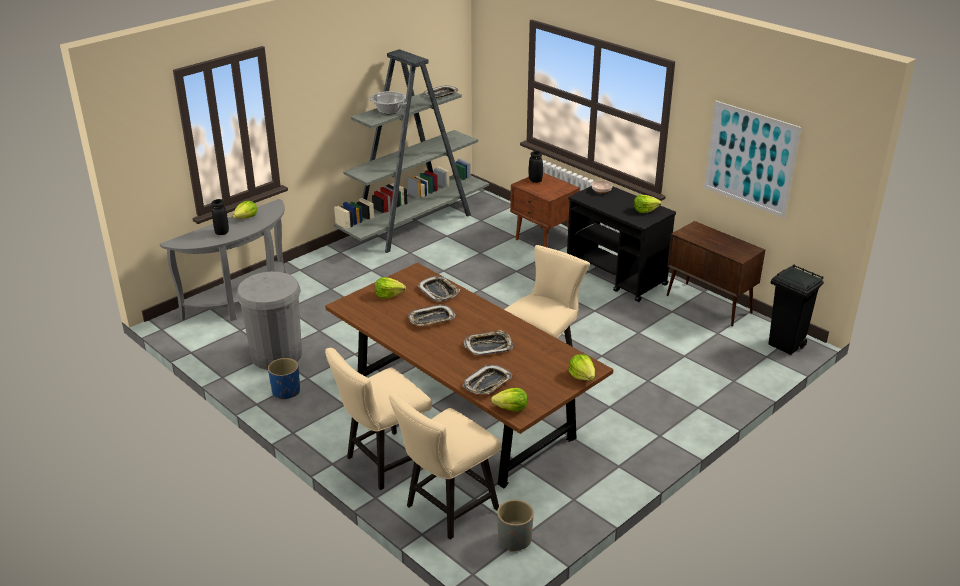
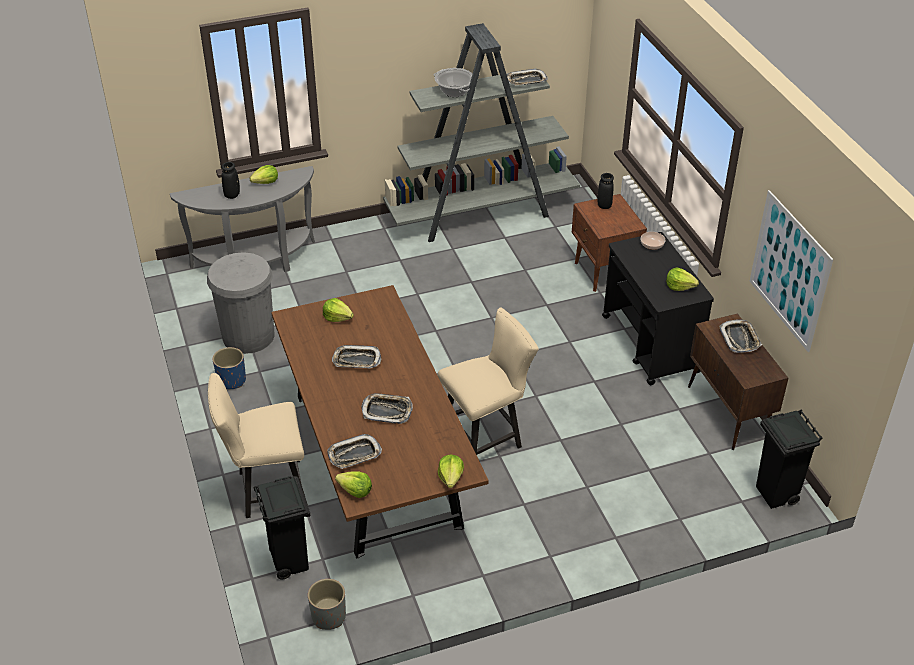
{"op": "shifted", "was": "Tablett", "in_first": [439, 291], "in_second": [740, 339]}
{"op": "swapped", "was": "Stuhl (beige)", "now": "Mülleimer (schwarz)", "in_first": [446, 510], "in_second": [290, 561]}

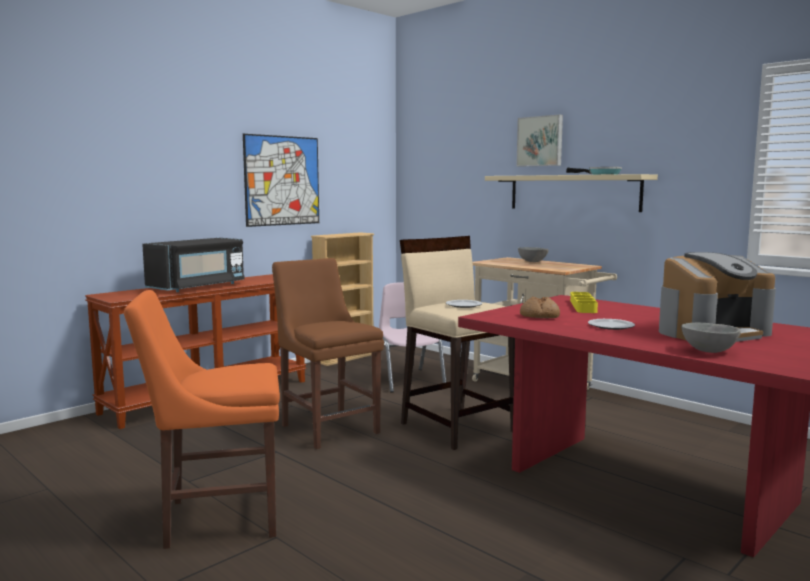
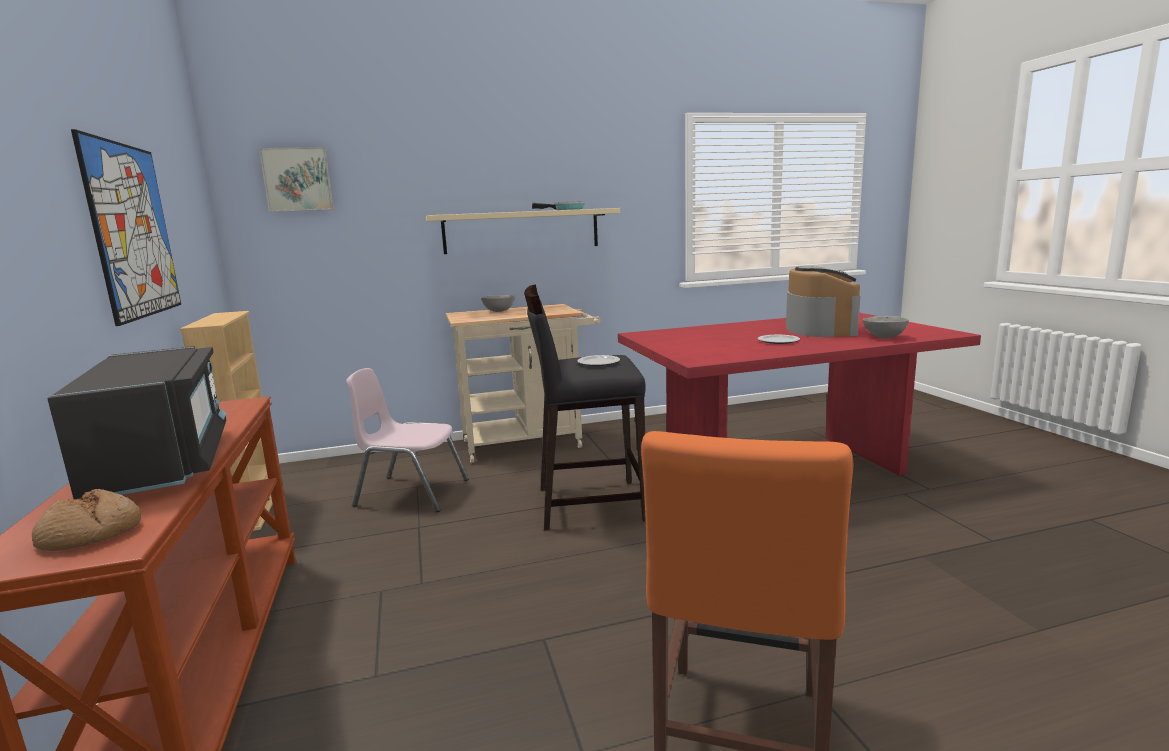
{"op": "shifted", "was": "Bild", "in_first": [540, 141], "in_second": [298, 180]}
{"op": "repainted", "was": "Hocker (beige)", "now": "Hocker (schwarz)", "in_first": [457, 427], "in_second": [589, 503]}
{"op": "gone", "was": "Stuhl (braun)", "in_first": [328, 427]}
{"op": "gone", "was": "Tablett (gelb)", "in_first": [583, 306]}
{"op": "shifted", "was": "Brot", "in_first": [539, 316], "in_second": [91, 535]}

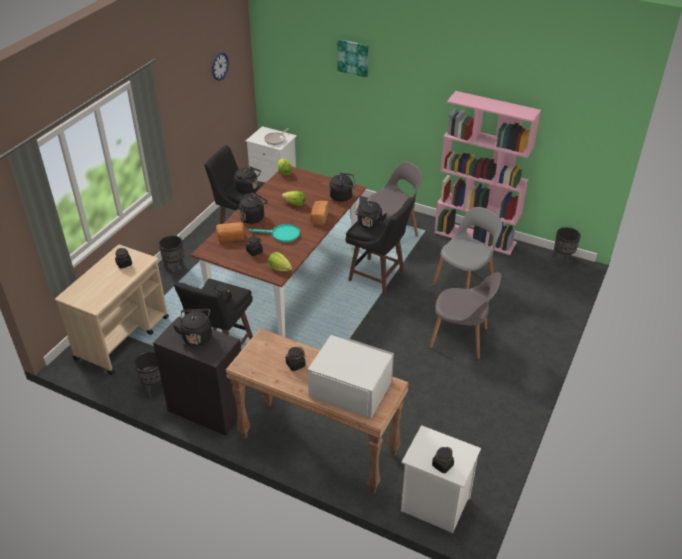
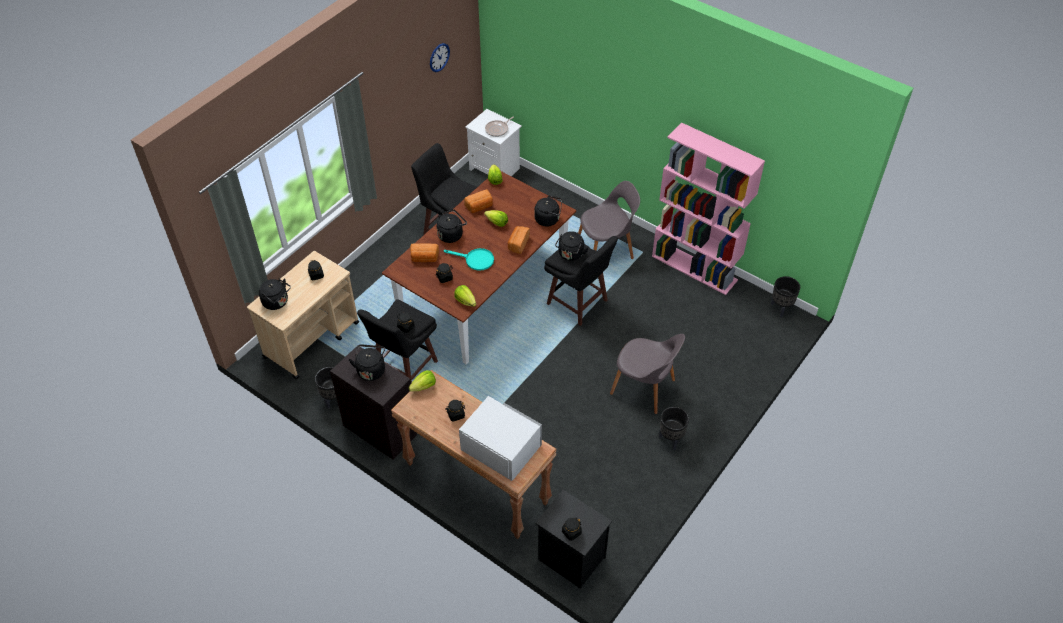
{"op": "gone", "was": "Bild", "in_first": [353, 57]}
{"op": "shifted", "was": "Wasserkessel (schwarz)", "in_first": [248, 189], "in_second": [277, 302]}
{"op": "gone", "was": "Stuhl (grau)", "in_first": [464, 283]}
{"op": "shifted", "was": "Pflanzkübel (schwarz)", "in_first": [175, 268], "in_second": [670, 439]}
{"op": "repainted", "was": "Nachttisch (weiß)", "now": "Nachttisch (schwarz)", "in_first": [433, 504], "in_second": [570, 558]}
{"op": "new", "now": "Brot", "in_second": [479, 207]}
{"op": "new", "now": "Salatkopf", "in_second": [424, 387]}

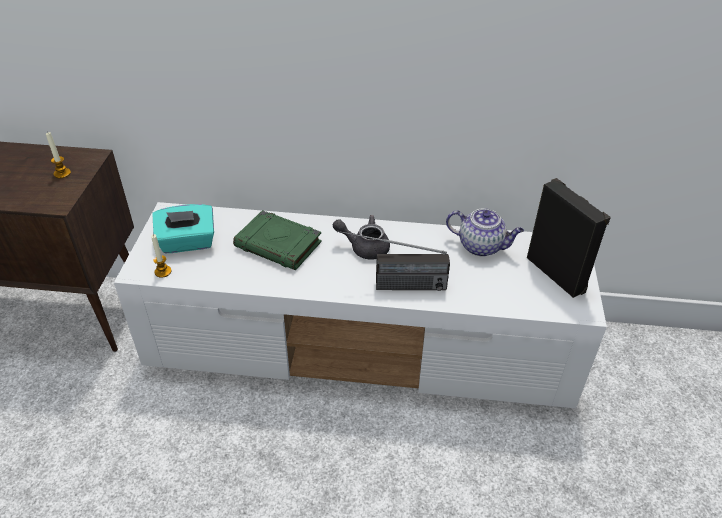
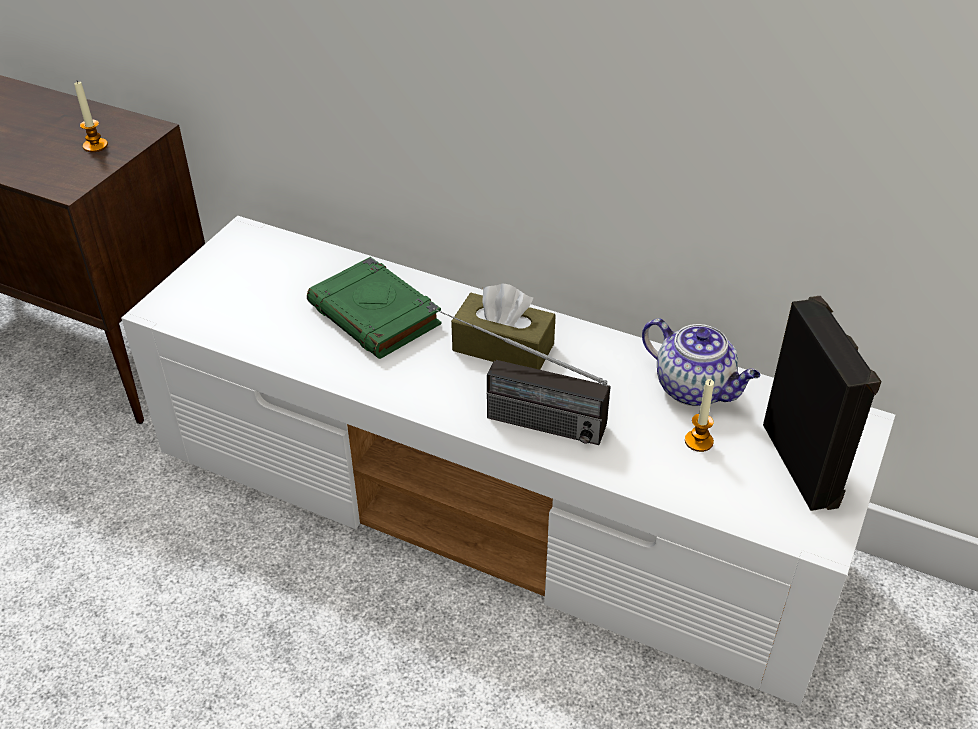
{"op": "gone", "was": "Taschentuchbox (türkis)", "in_first": [187, 243]}
{"op": "swapped", "was": "Teekanne (grau)", "now": "Taschentuchbox (braun)", "in_first": [364, 247], "in_second": [503, 347]}
{"op": "shifted", "was": "Kerze", "in_first": [163, 272], "in_second": [698, 441]}

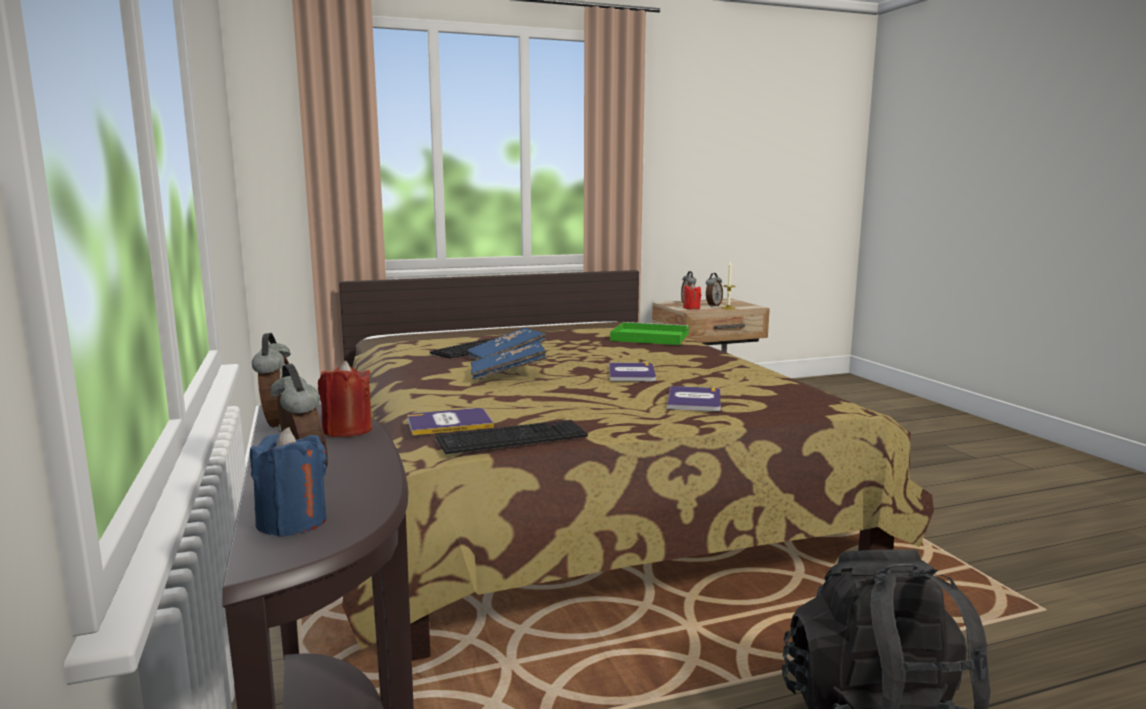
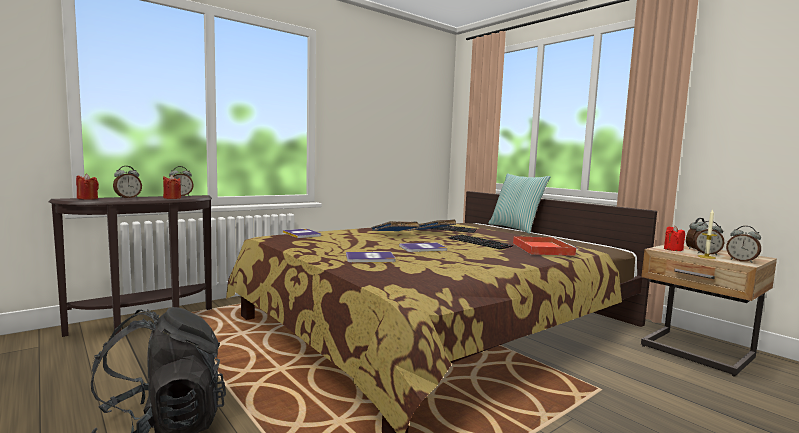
{"op": "repainted", "was": "Tablett (grün)", "now": "Tablett (rot)", "in_first": [648, 337], "in_second": [541, 248]}
{"op": "shifted", "was": "Tastatur", "in_first": [513, 437], "in_second": [480, 242]}
{"op": "repainted", "was": "Kerze (blau)", "now": "Kerze (rot)", "in_first": [292, 522], "in_second": [87, 198]}
{"op": "new", "now": "Kissen", "in_second": [515, 228]}
{"op": "new", "now": "Wecker", "in_second": [741, 261]}

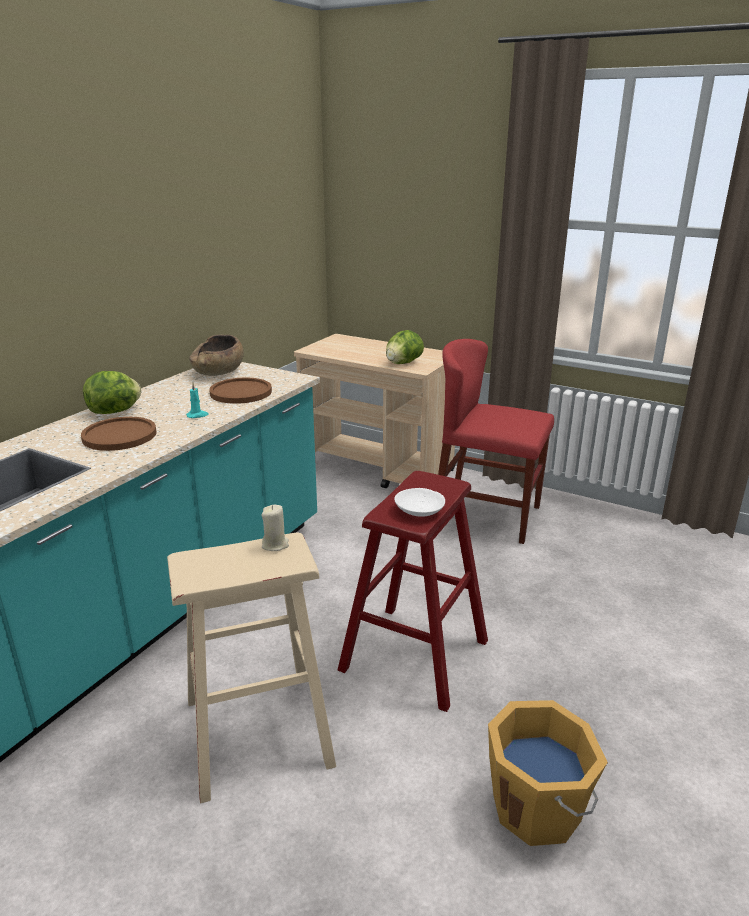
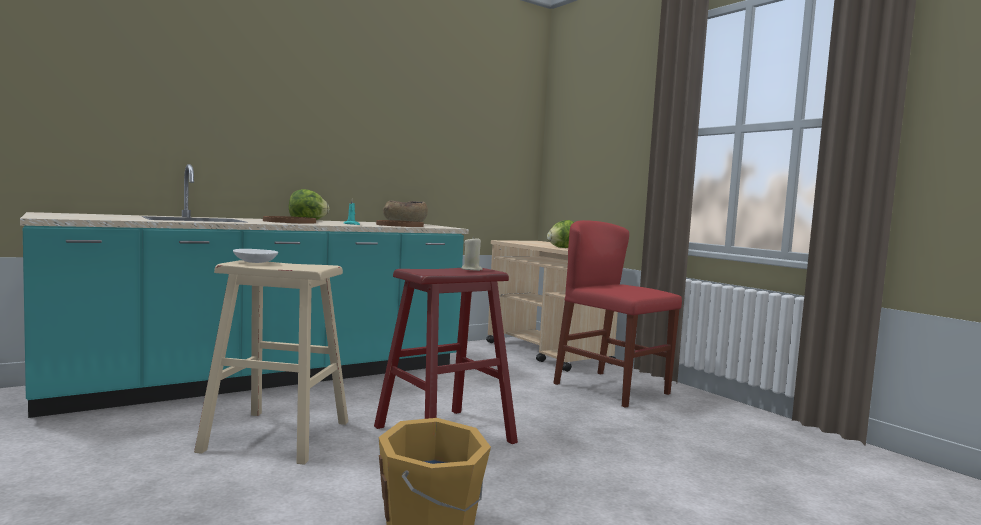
{"op": "shifted", "was": "Schüssel (weiß)", "in_first": [420, 510], "in_second": [256, 262]}
{"op": "shifted", "was": "Kerze (beige)", "in_first": [275, 545], "in_second": [471, 269]}

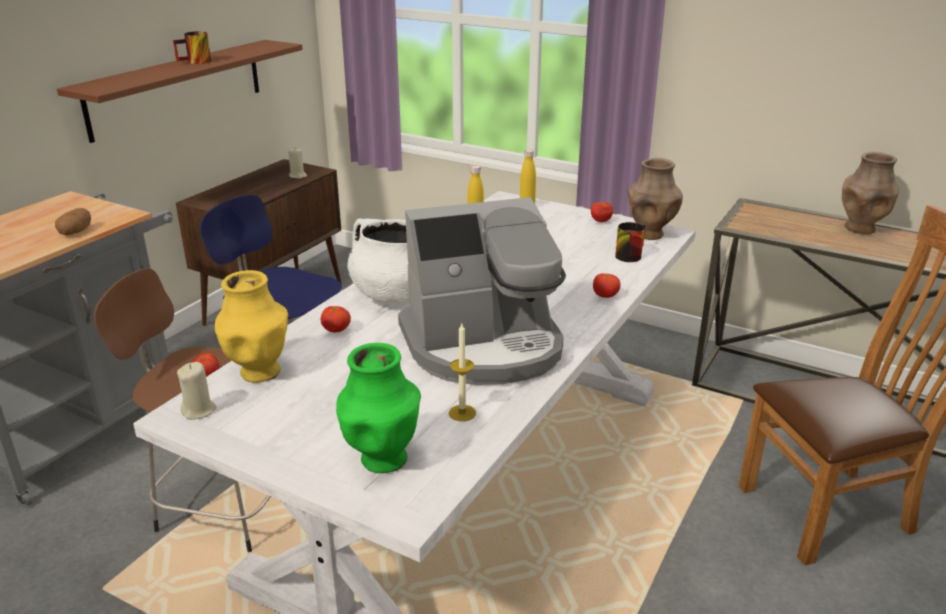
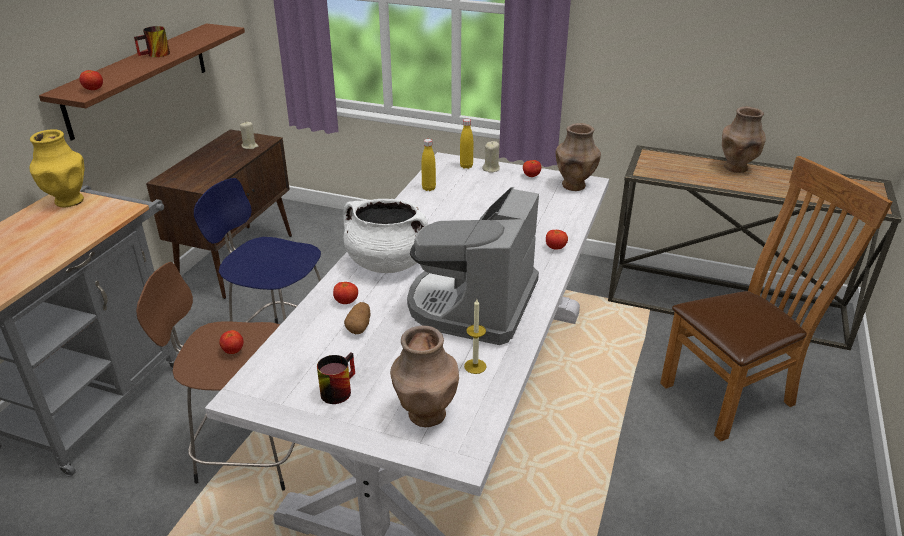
{"op": "rotated", "was": "Kaffeemaschine", "in_first": [484, 346], "in_second": [473, 304], "clockwise": 135}
{"op": "shifted", "was": "Kartoffel", "in_first": [76, 232], "in_second": [359, 327]}
{"op": "shifted", "was": "Henkelbecher", "in_first": [628, 254], "in_second": [337, 389]}
{"op": "shifted", "was": "Vase (gelb)", "in_first": [259, 372], "in_second": [68, 201]}
{"op": "repainted", "was": "Vase (grün)", "now": "Vase (braun)", "in_first": [382, 459], "in_second": [425, 414]}
{"op": "shifted", "was": "Kerze (beige)", "in_first": [199, 410], "in_second": [491, 169]}
{"op": "new", "now": "Tomate", "in_second": [94, 90]}

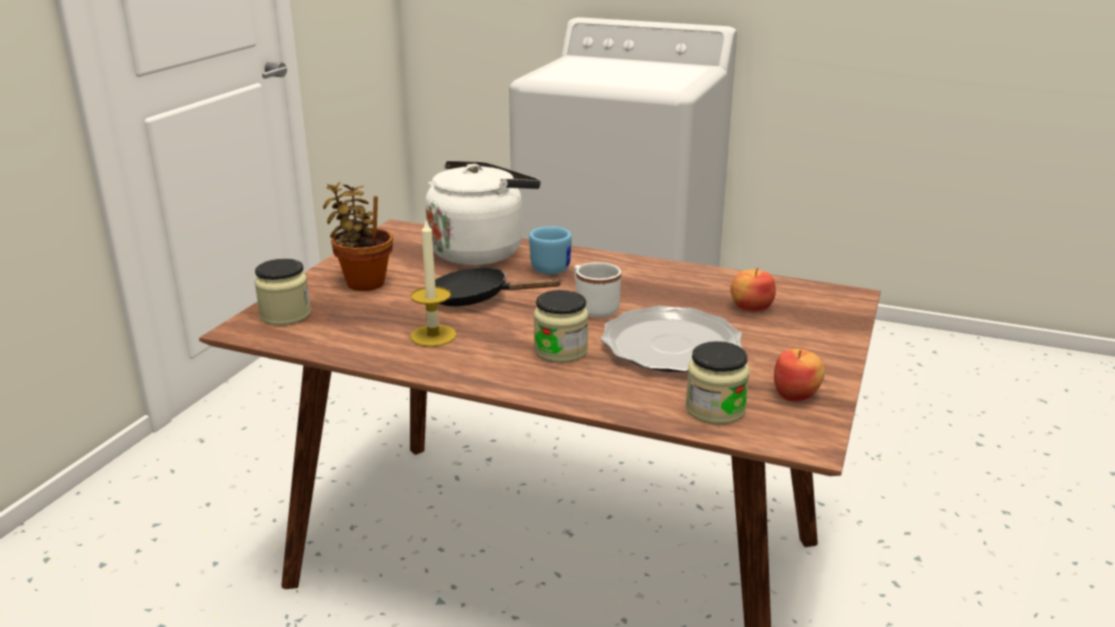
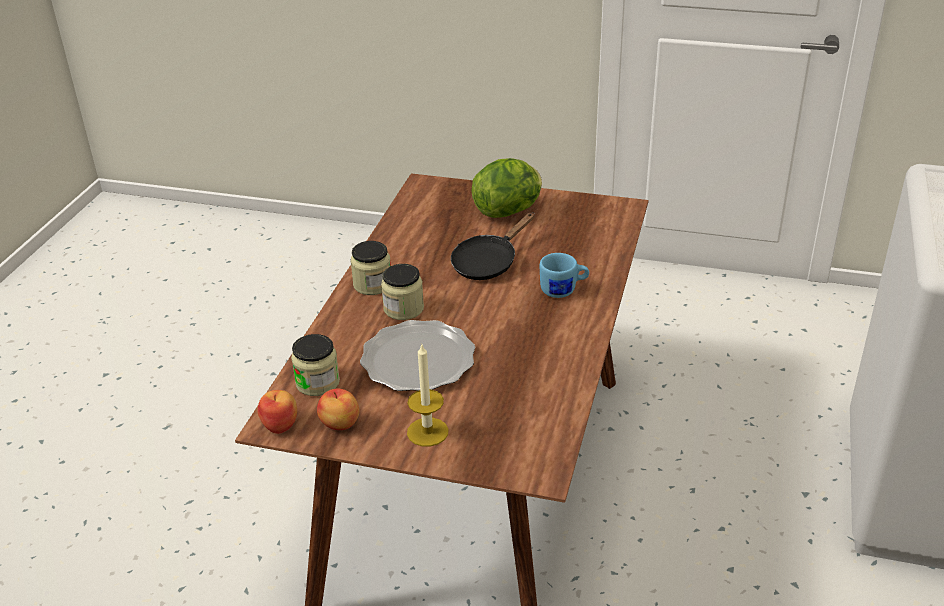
{"op": "gone", "was": "Wasserkessel (weiß)", "in_first": [480, 251]}
{"op": "swapped", "was": "Topfpflanze", "now": "Salatkopf", "in_first": [363, 282], "in_second": [509, 211]}
{"op": "shifted", "was": "Kerze", "in_first": [433, 335], "in_second": [427, 432]}
{"op": "shifted", "was": "Vorratsglas", "in_first": [285, 315], "in_second": [372, 284]}
{"op": "gone", "was": "Henkelbecher (weiß)", "in_first": [593, 308]}
{"op": "rotated", "was": "Pfanne (schwarz)", "in_first": [477, 299], "in_second": [488, 263], "clockwise": -150}
{"op": "shifted", "was": "Apfel", "in_first": [751, 307], "in_second": [280, 424]}

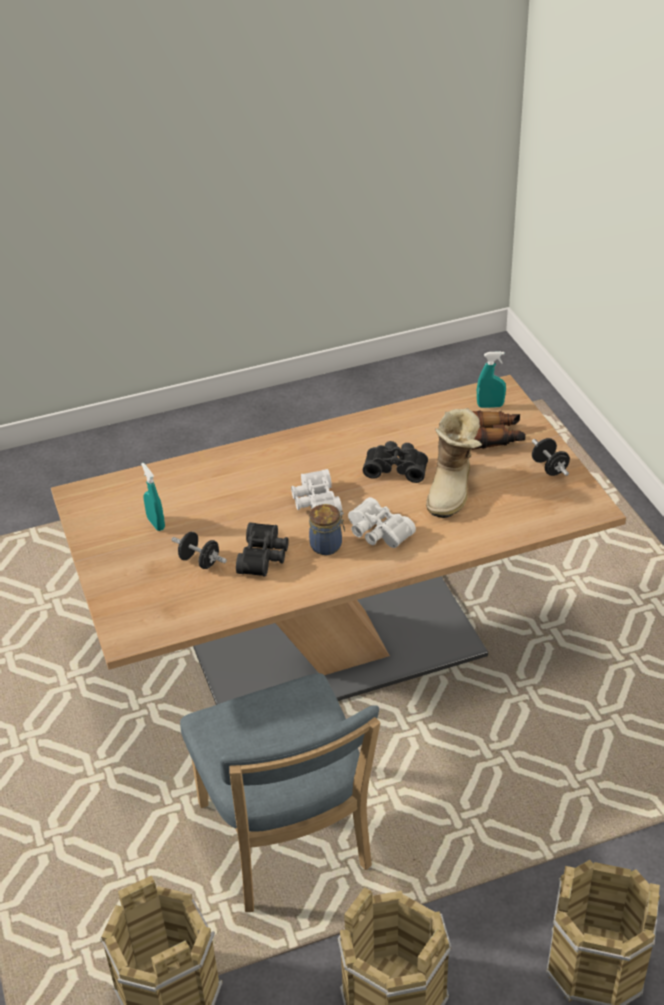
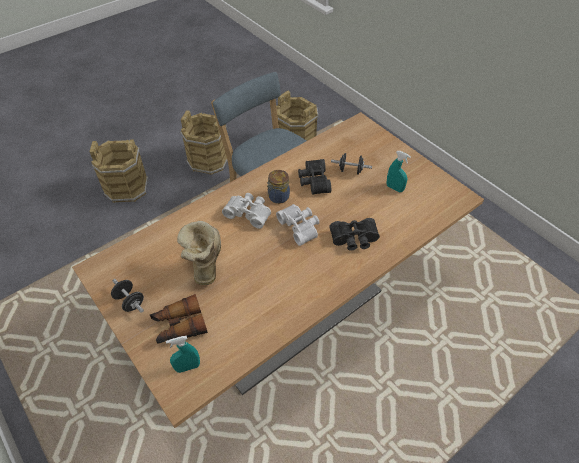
{"op": "shifted", "was": "Fernglas (schwarz)", "in_first": [396, 468], "in_second": [354, 240]}

